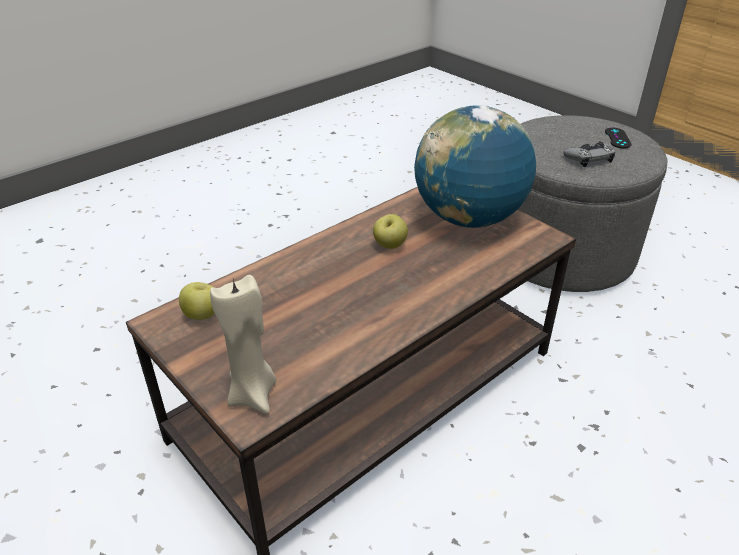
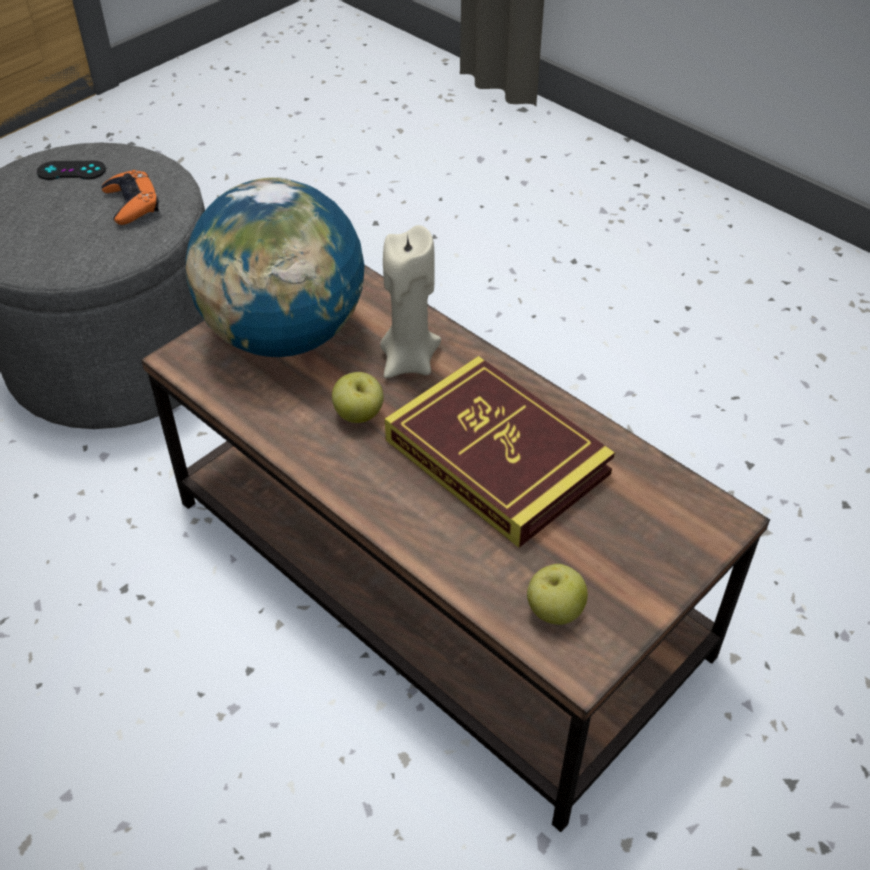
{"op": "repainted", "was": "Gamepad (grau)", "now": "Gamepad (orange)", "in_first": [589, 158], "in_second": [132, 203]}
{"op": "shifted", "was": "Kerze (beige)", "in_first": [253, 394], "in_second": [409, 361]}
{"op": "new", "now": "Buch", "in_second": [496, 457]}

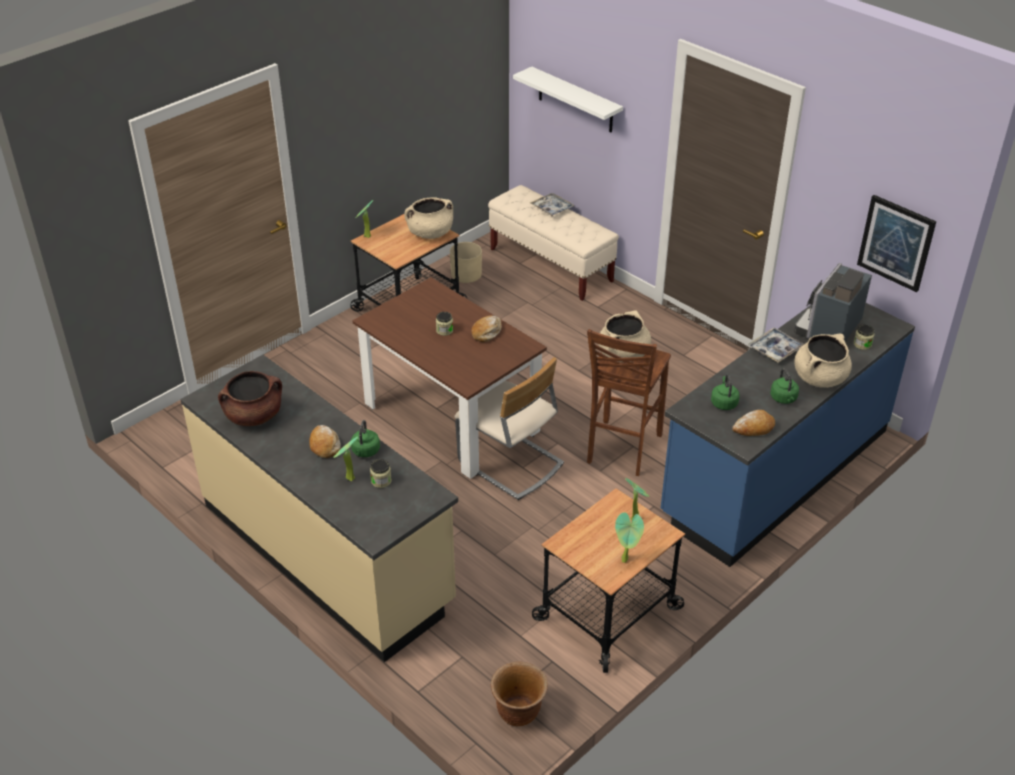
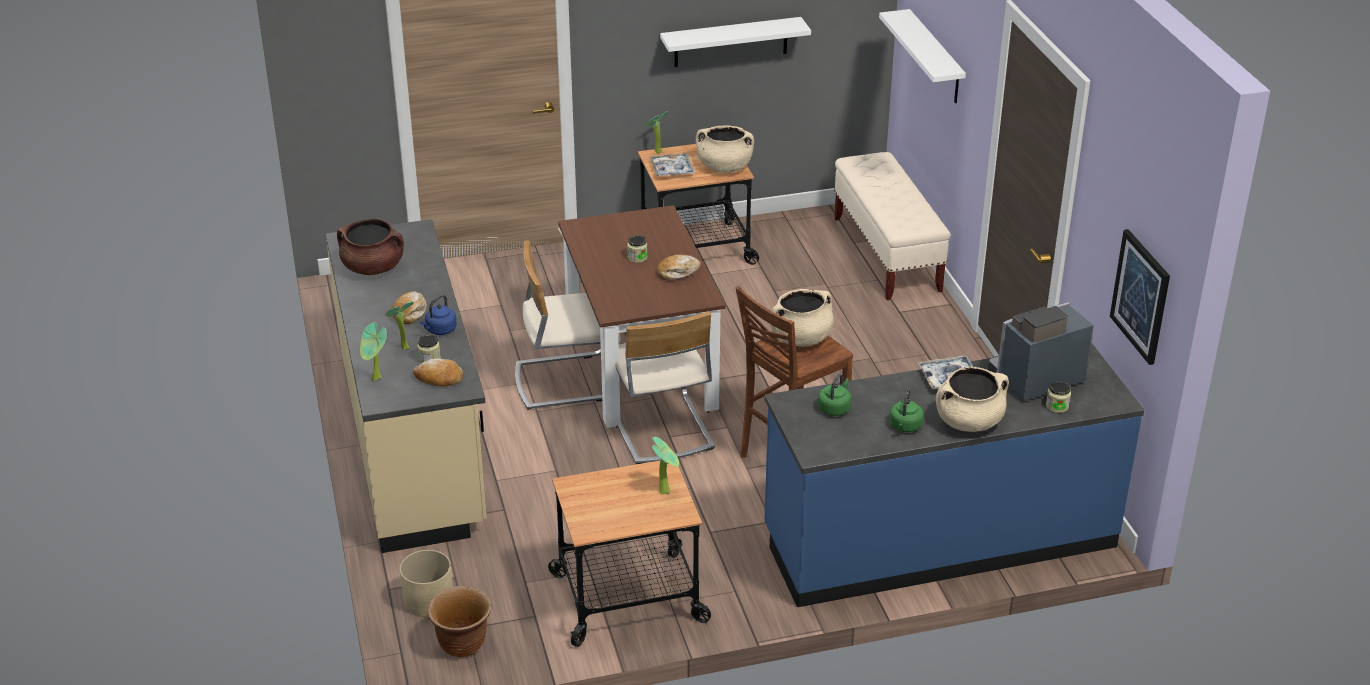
{"op": "shifted", "was": "Tablett", "in_first": [552, 208], "in_second": [672, 170]}
{"op": "shifted", "was": "Pflanzkübel (beige)", "in_first": [466, 274], "in_second": [429, 600]}
{"op": "shifted", "was": "Brot", "in_first": [754, 428], "in_second": [439, 379]}
{"op": "repainted", "was": "Wasserkessel (grün)", "now": "Wasserkessel (blau)", "in_first": [365, 452], "in_second": [440, 330]}
{"op": "shifted", "was": "Topfpflanze", "in_first": [626, 560], "in_second": [376, 380]}
{"op": "new", "now": "Wandregal (weiß)", "in_second": [731, 42]}
{"op": "new", "now": "Stuhl (beige)", "in_second": [566, 381]}

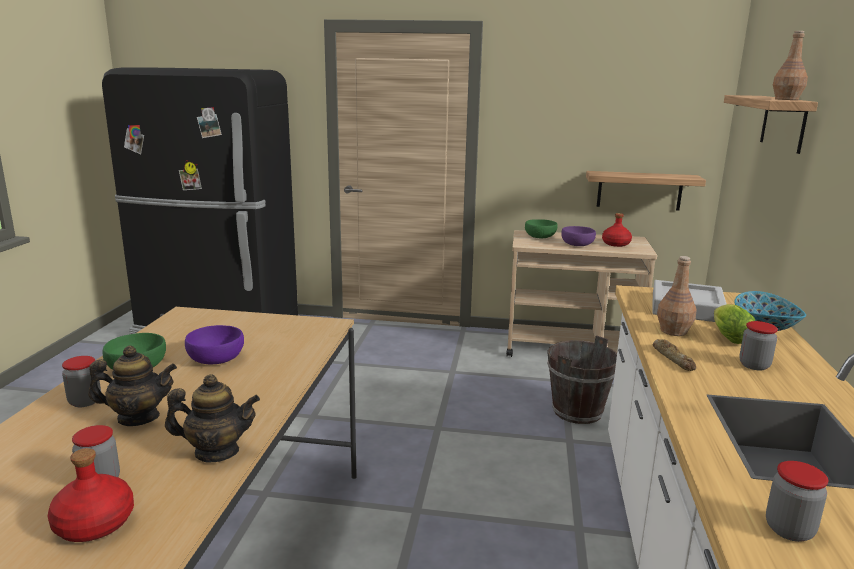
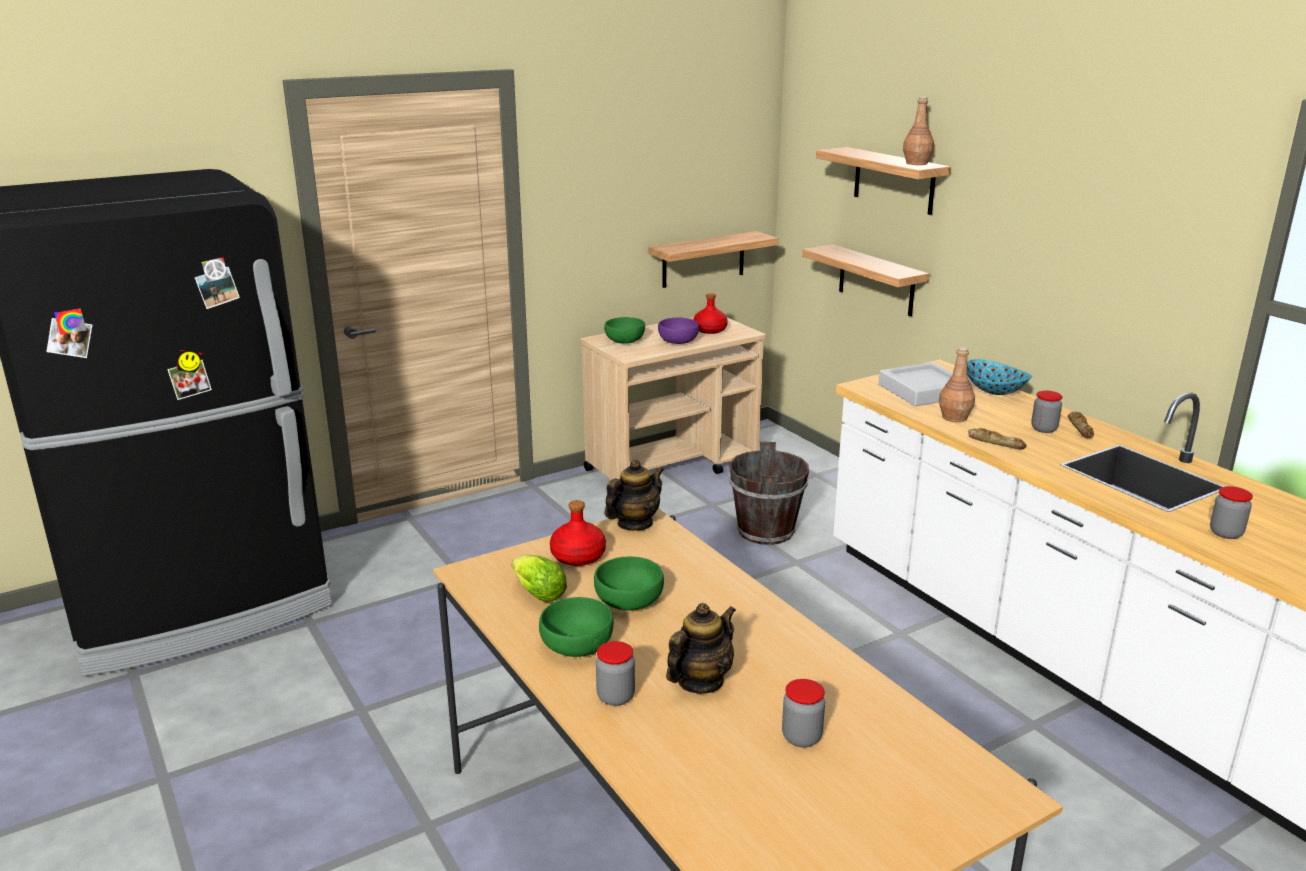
{"op": "shifted", "was": "Salatkopf", "in_first": [728, 337], "in_second": [536, 593]}
{"op": "repainted", "was": "Schüssel (lila)", "now": "Schüssel (grün)", "in_first": [215, 358], "in_second": [628, 600]}
{"op": "shifted", "was": "Teekanne", "in_first": [216, 452], "in_second": [634, 524]}
{"op": "shifted", "was": "Flasche (rot)", "in_first": [93, 524], "in_second": [578, 557]}
{"op": "new", "now": "Wandregal", "in_second": [876, 280]}
{"op": "new", "now": "Brot", "in_second": [1081, 428]}

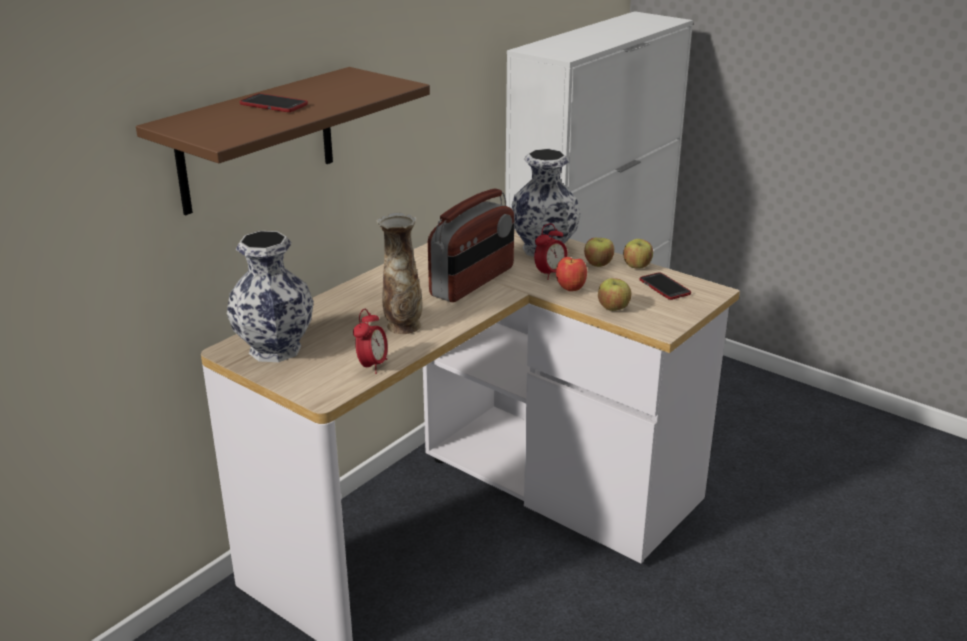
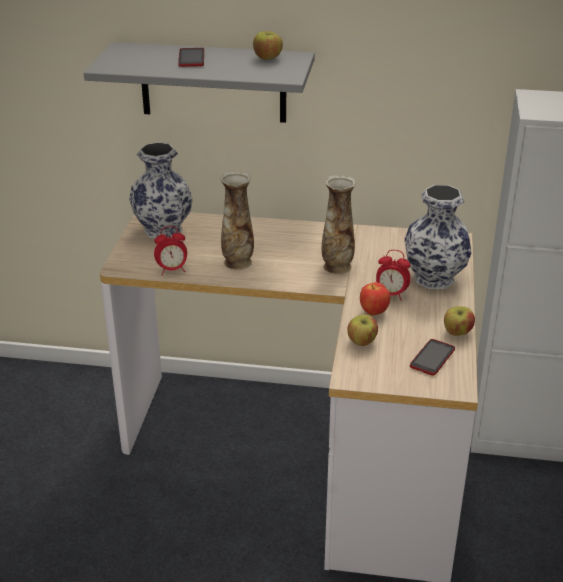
{"op": "repainted", "was": "Wandregal (braun)", "now": "Wandregal (grau)", "in_first": [257, 140], "in_second": [213, 82]}
{"op": "swapped", "was": "Radio", "now": "Vase", "in_first": [473, 282], "in_second": [337, 266]}
{"op": "shifted", "was": "Apfel", "in_first": [598, 264], "in_second": [267, 58]}

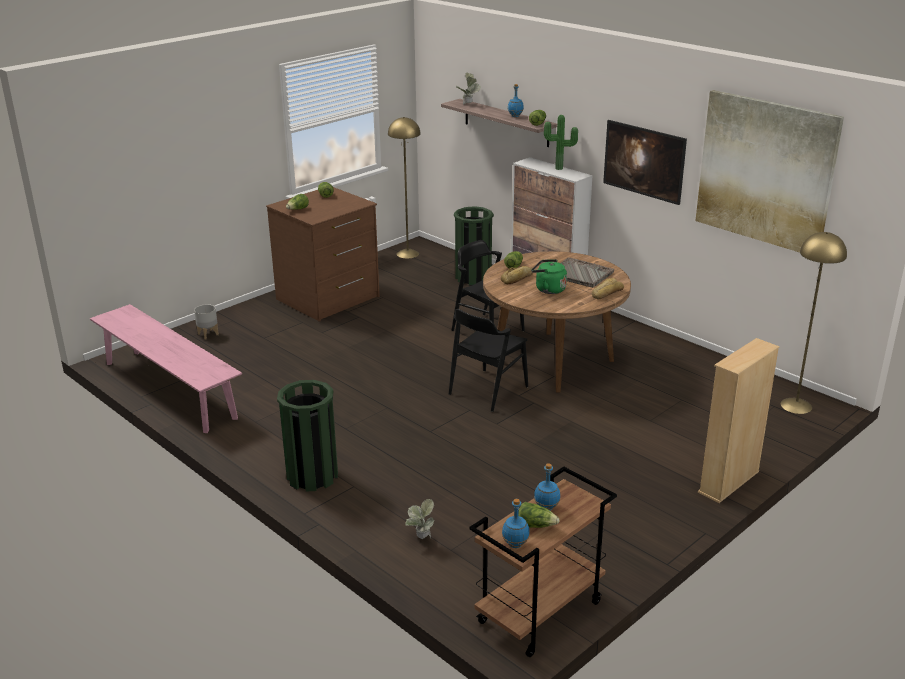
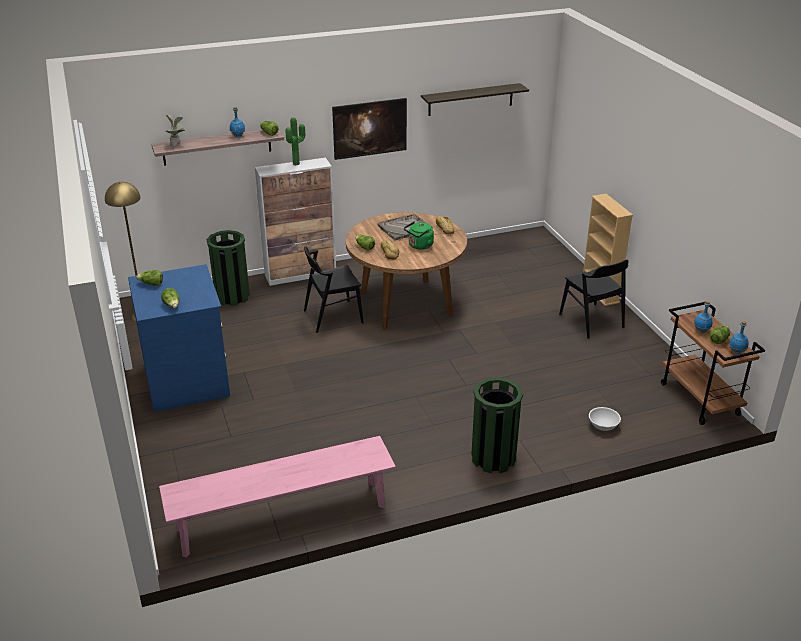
{"op": "swapped", "was": "Bild", "now": "Wandregal", "in_first": [765, 171], "in_second": [470, 99]}
{"op": "repainted", "was": "Kommode (braun)", "now": "Kommode (blau)", "in_first": [328, 298], "in_second": [188, 380]}
{"op": "gone", "was": "Stehlampe (gelb)", "in_first": [796, 405]}
{"op": "gone", "was": "Pflanzkübel (grau)", "in_first": [208, 334]}
{"op": "shifted", "was": "Stuhl (schwarz)", "in_first": [487, 390], "in_second": [591, 321]}
{"op": "swapped", "was": "Topfpflanze", "now": "Schüssel (weiß)", "in_first": [421, 539], "in_second": [603, 425]}

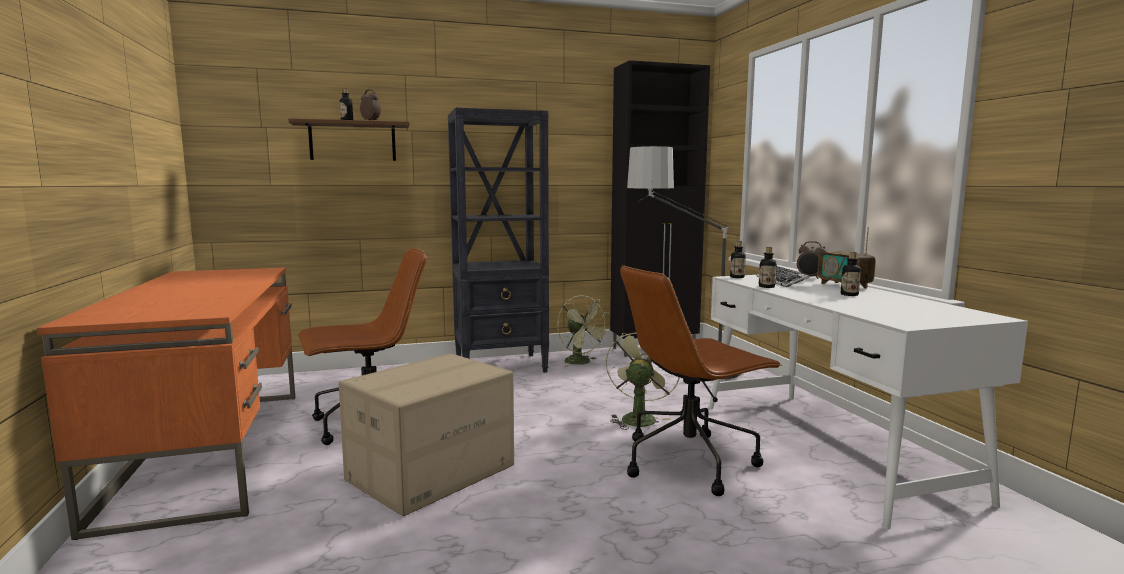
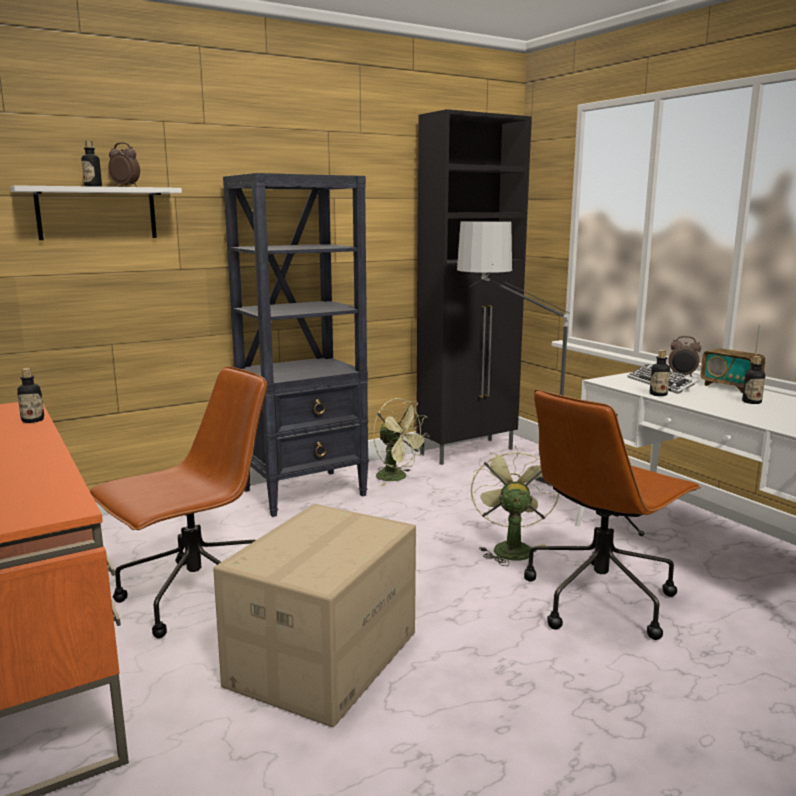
{"op": "repainted", "was": "Wandregal (braun)", "now": "Wandregal (weiß)", "in_first": [352, 141], "in_second": [97, 213]}
{"op": "shifted", "was": "Flasche", "in_first": [737, 277], "in_second": [33, 420]}

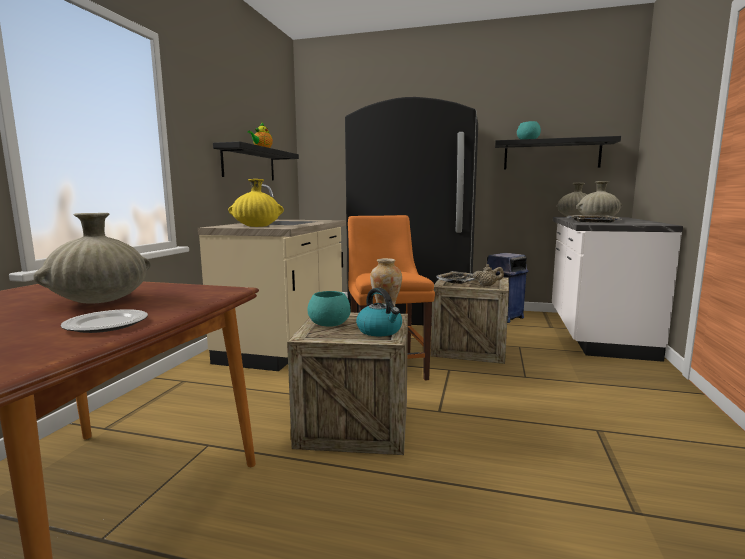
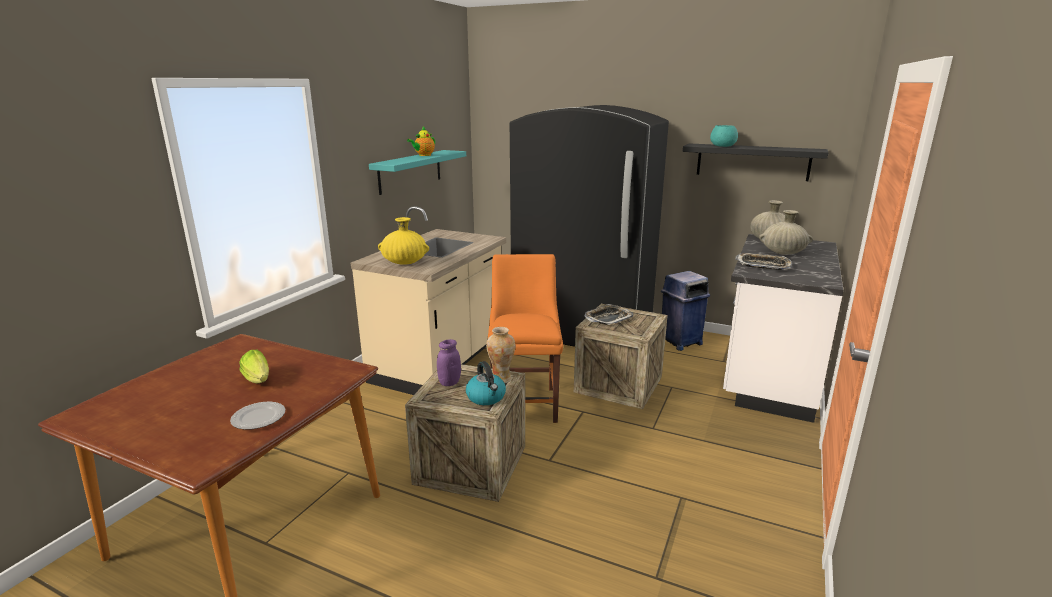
{"op": "repainted", "was": "Wandregal (schwarz)", "now": "Wandregal (türkis)", "in_first": [249, 164], "in_second": [410, 171]}
{"op": "swapped", "was": "Vase (beige)", "now": "Salatkopf", "in_first": [100, 300], "in_second": [258, 380]}
{"op": "gone", "was": "Teekanne (beige)", "in_first": [487, 285]}
{"op": "swapped", "was": "Schüssel (türkis)", "now": "Vorratsglas (lila)", "in_first": [330, 323], "in_second": [449, 382]}

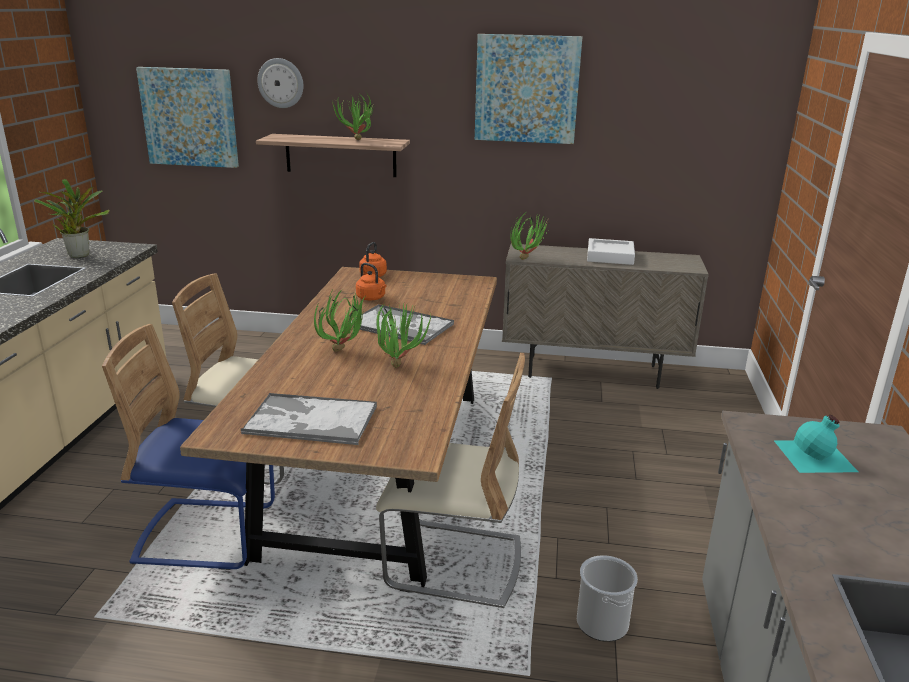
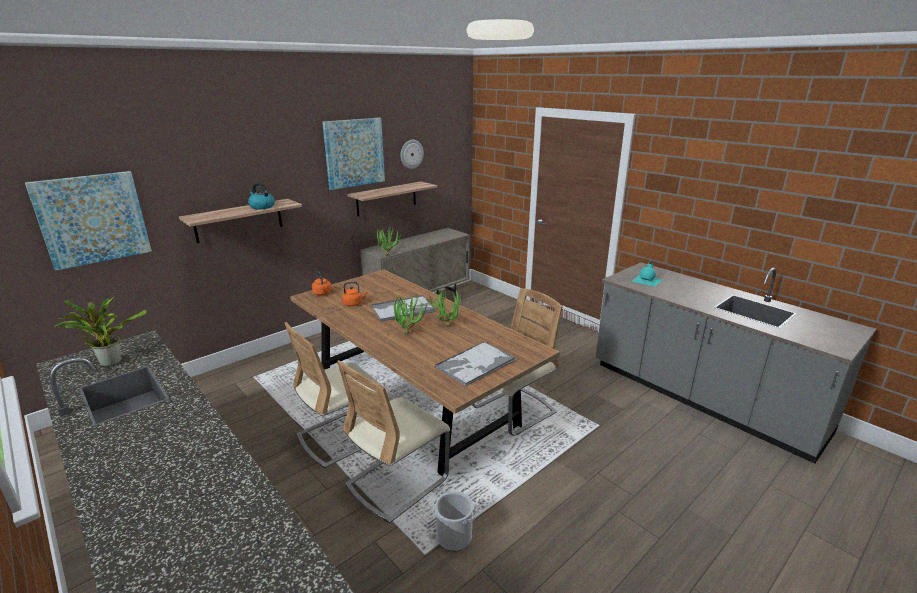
{"op": "shifted", "was": "Wanduhr", "in_first": [281, 83], "in_second": [411, 154]}
{"op": "swapped", "was": "Topfpflanze", "now": "Wasserkessel", "in_first": [357, 141], "in_second": [261, 207]}
{"op": "gone", "was": "Tablett (weiß)", "in_first": [610, 256]}
{"op": "repainted", "was": "Stuhl (blau)", "now": "Stuhl (beige)", "in_first": [207, 534], "in_second": [397, 482]}
{"op": "shifted", "was": "Eimer", "in_first": [602, 623], "in_second": [454, 537]}
{"op": "new", "now": "Wandregal", "in_second": [386, 198]}

